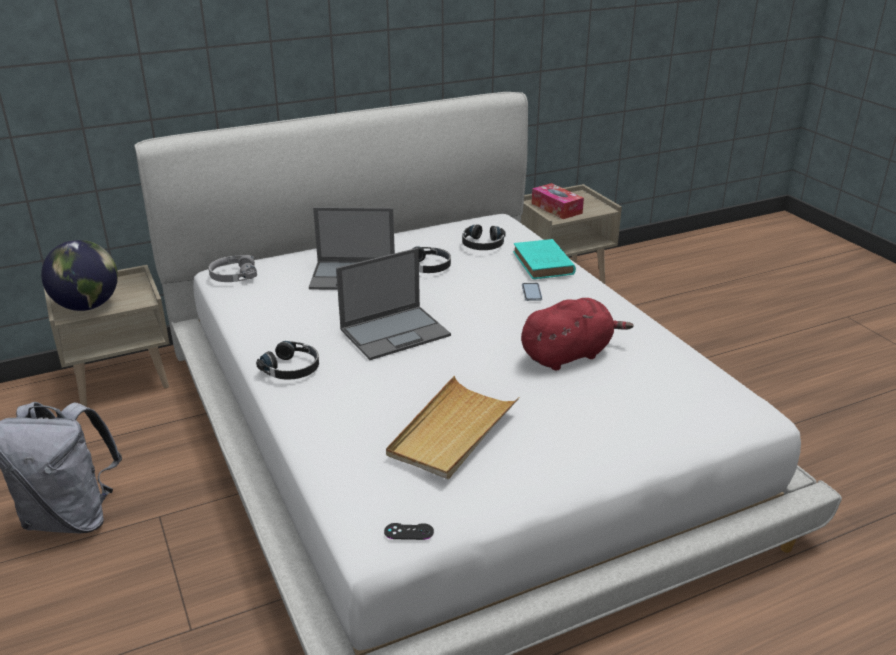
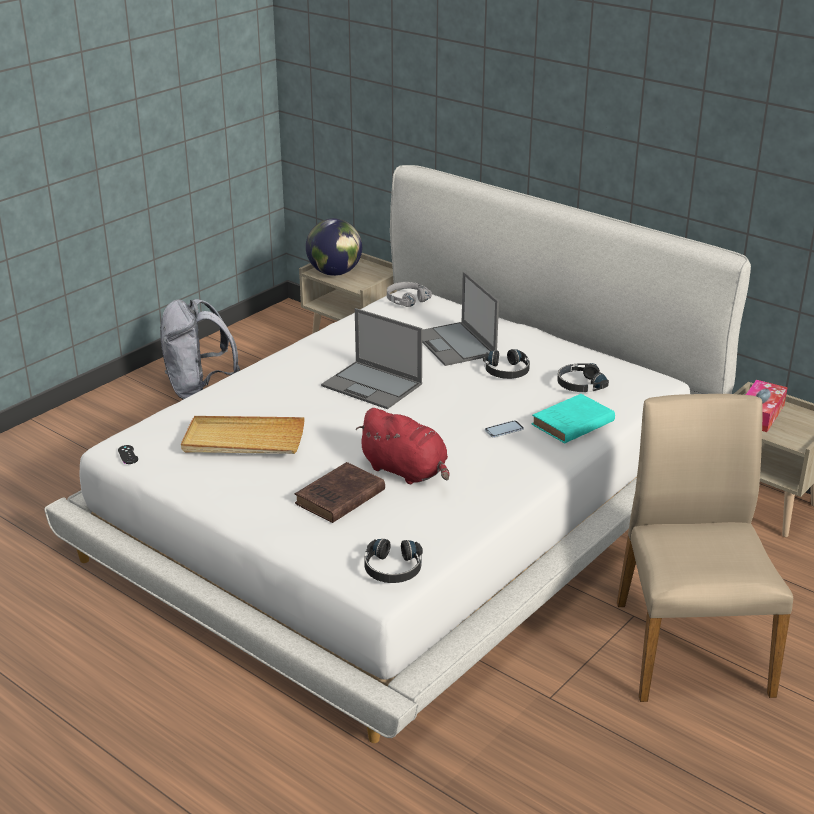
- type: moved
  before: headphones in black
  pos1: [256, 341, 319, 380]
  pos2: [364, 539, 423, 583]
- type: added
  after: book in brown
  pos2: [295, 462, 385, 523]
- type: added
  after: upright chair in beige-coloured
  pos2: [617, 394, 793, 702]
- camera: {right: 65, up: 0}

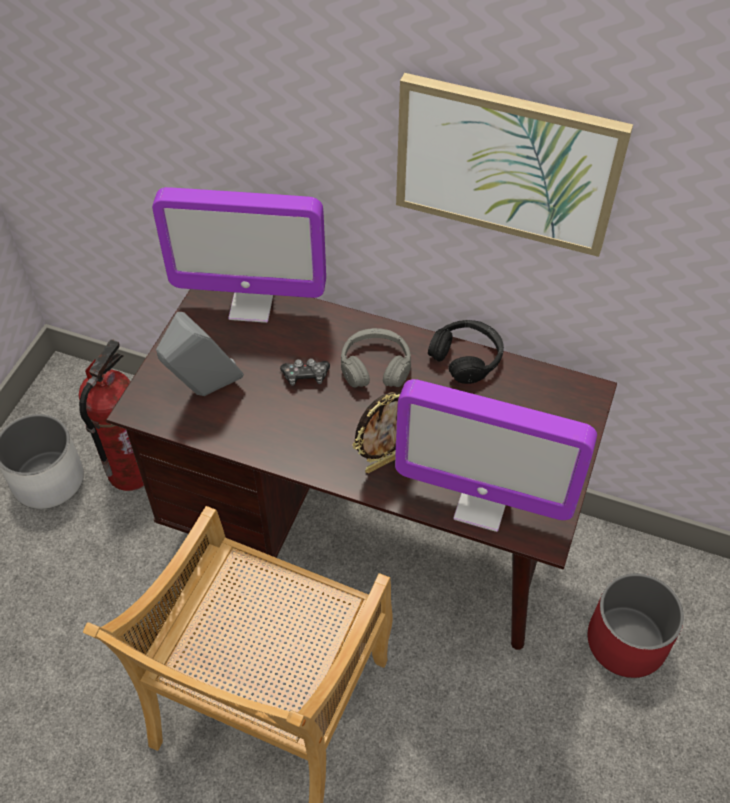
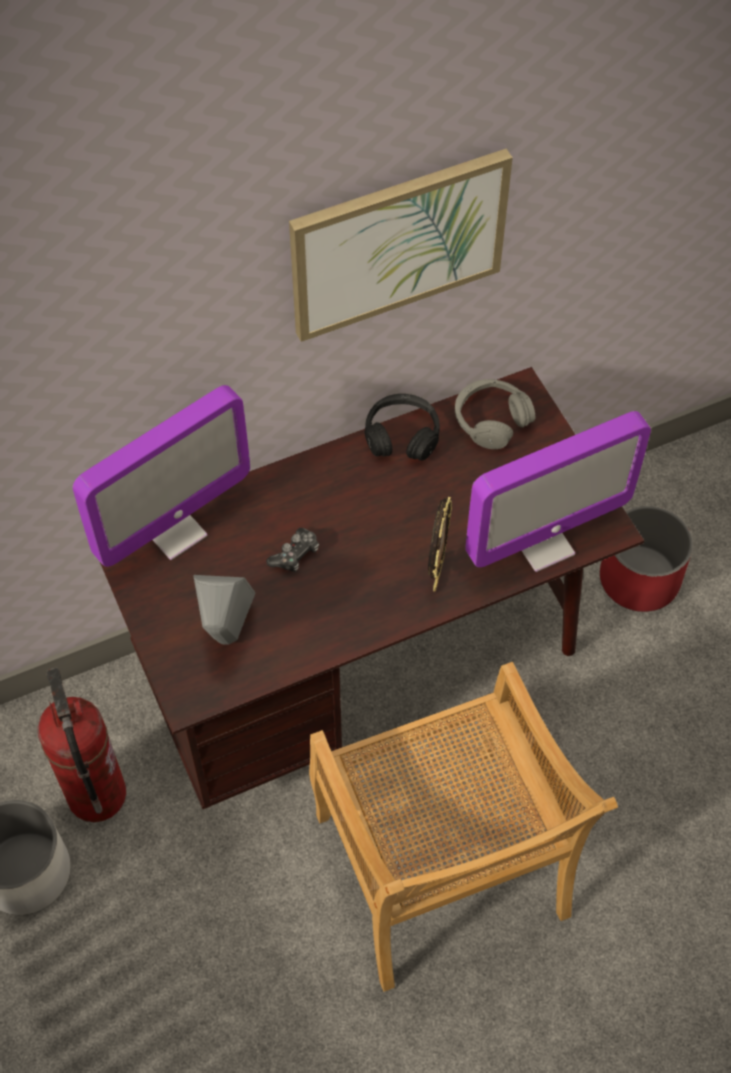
- type: moved
  before: headphones in greyish
  pos1: [341, 328, 411, 387]
  pos2: [455, 379, 535, 449]
- camera: {right: -45, up: 5}

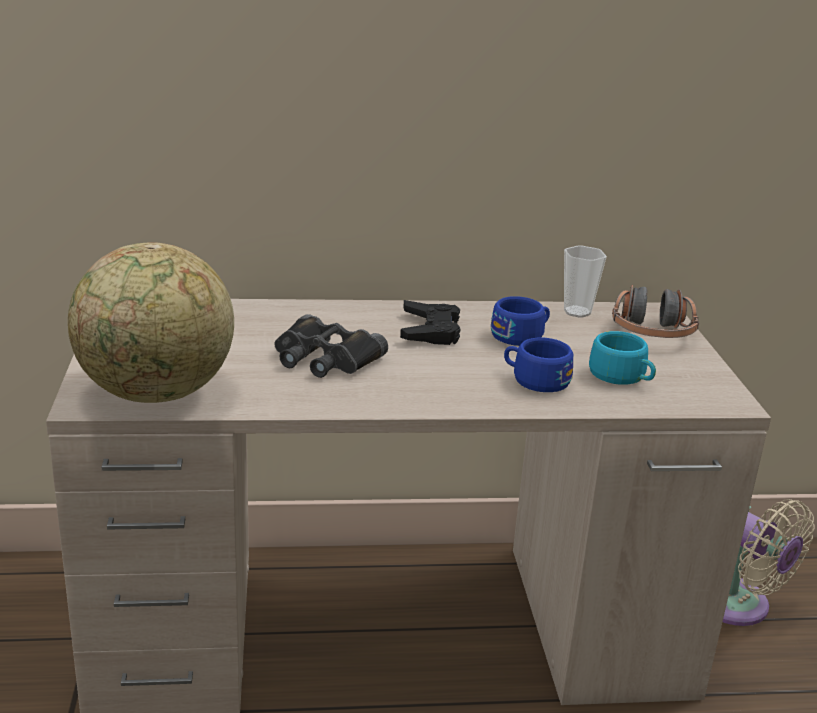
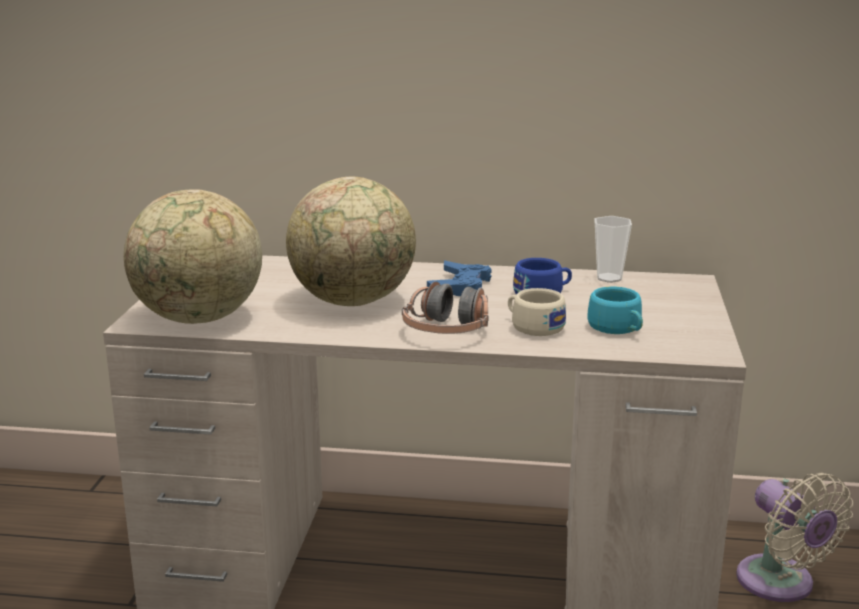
- type: replaced
  before: field glasses in black
  after: world globe
  pos1: [274, 314, 388, 378]
  pos2: [286, 177, 416, 306]
- type: recoloured
  before: joypad in black
  after: joypad in bluish
  pos1: [400, 300, 461, 345]
  pos2: [427, 260, 492, 296]
- type: recoloured
  before: cup in bluish
  after: cup in beige-coloured
  pos1: [504, 338, 573, 392]
  pos2: [508, 288, 566, 336]
- type: moved
  before: headphones
  pos1: [612, 285, 699, 338]
  pos2: [402, 282, 488, 334]
- camera: {right: 15, up: -5}

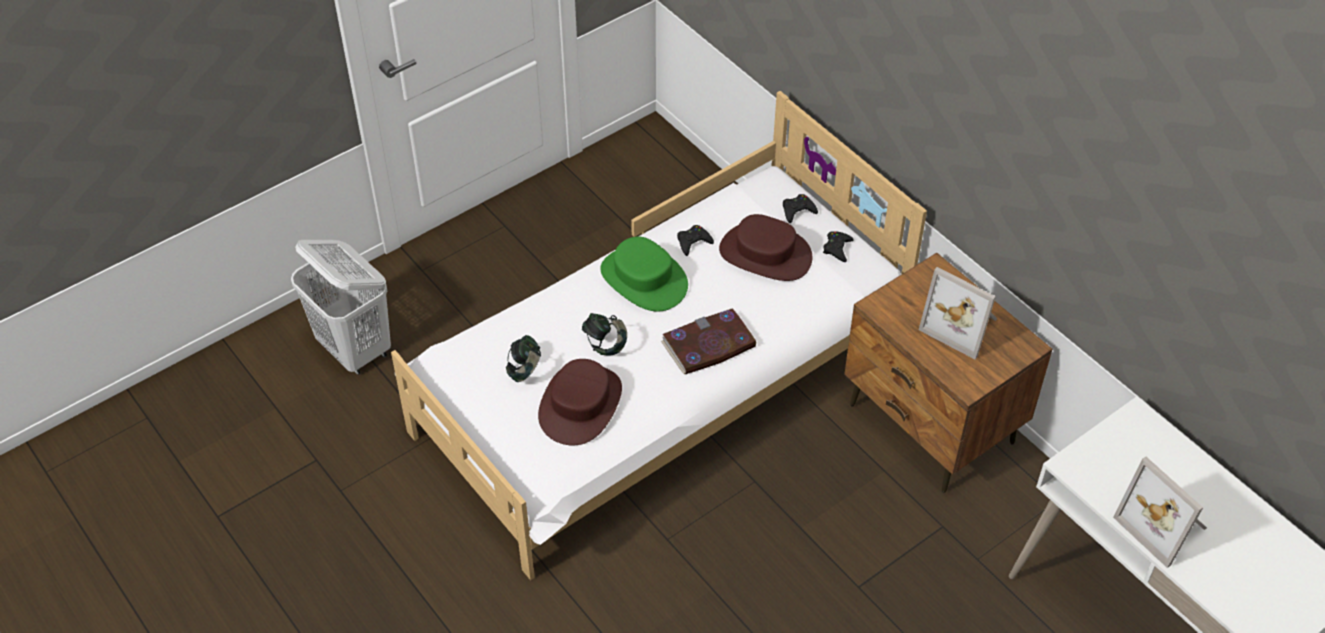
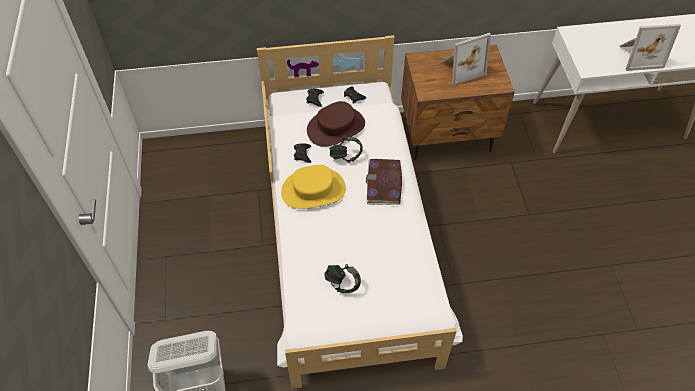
- type: removed
  before: hat in brown
  pos1: [538, 359, 622, 446]
- type: moved
  before: headphones
  pos1: [582, 313, 627, 356]
  pos2: [329, 136, 363, 163]
- type: recoloured
  before: hat in green-coloured
  after: hat in yellowish
  pos1: [600, 237, 688, 311]
  pos2: [281, 165, 346, 209]
- camera: {right: -60, up: 5}

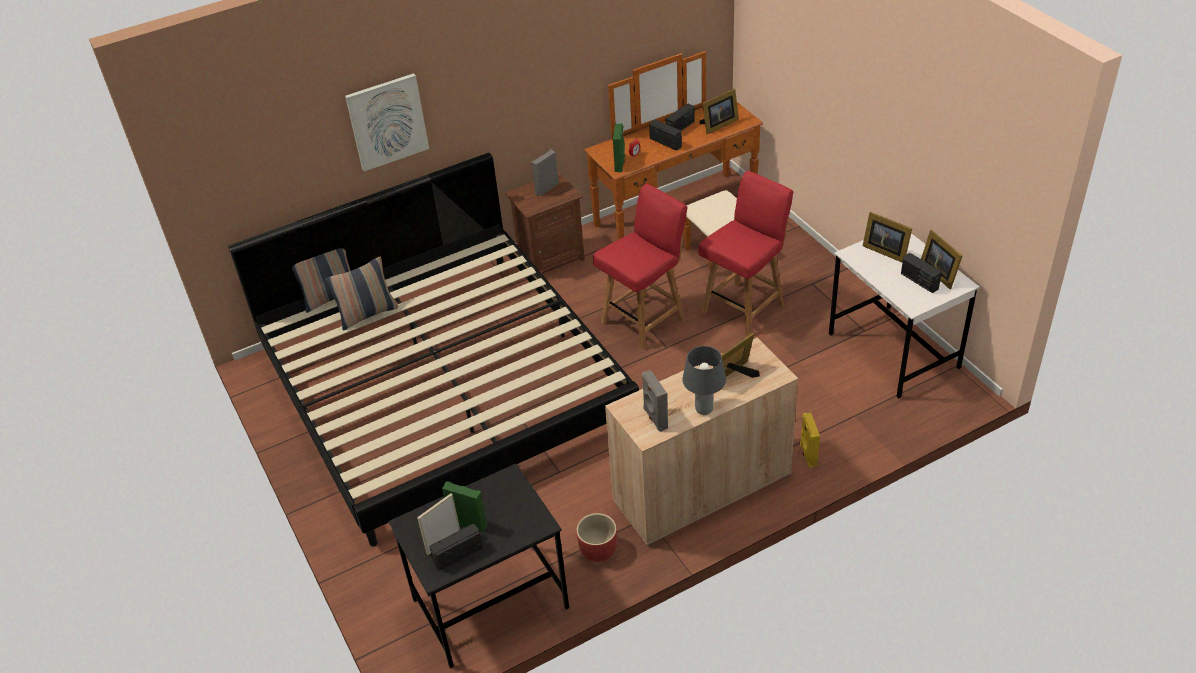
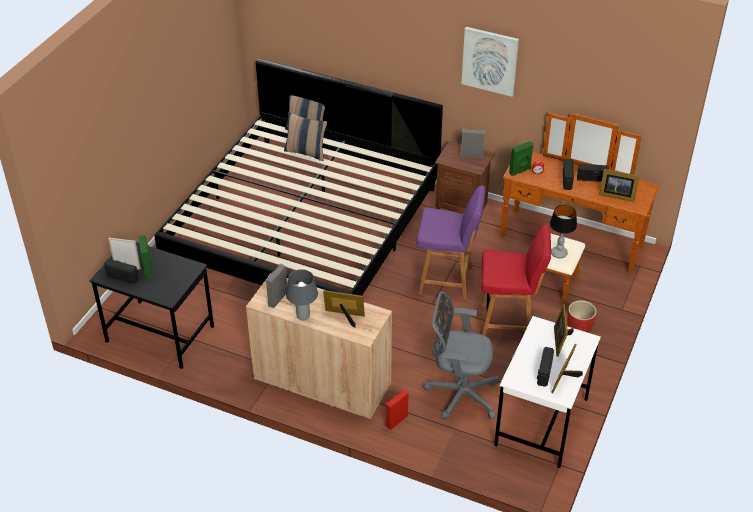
- type: moved
  before: wall art
  pos1: [345, 73, 429, 171]
  pos2: [461, 27, 519, 97]
- type: moved
  before: flower pot in red
  pos1: [576, 513, 617, 562]
  pos2: [567, 300, 597, 332]
- type: recoloured
  before: upright chair in red
  after: upright chair in purple-coloured
  pos1: [593, 184, 688, 350]
  pos2: [416, 186, 486, 300]
- type: recoloured
  before: audio speaker in yellowish
  after: audio speaker in red
  pos1: [800, 413, 820, 468]
  pos2: [386, 389, 409, 430]
- type: added
  after: computer chair in greyish
  pos2: [424, 291, 499, 419]
- type: added
  after: lamp for a table
  pos2: [550, 205, 577, 259]
- camera: {right: 50, up: 0}

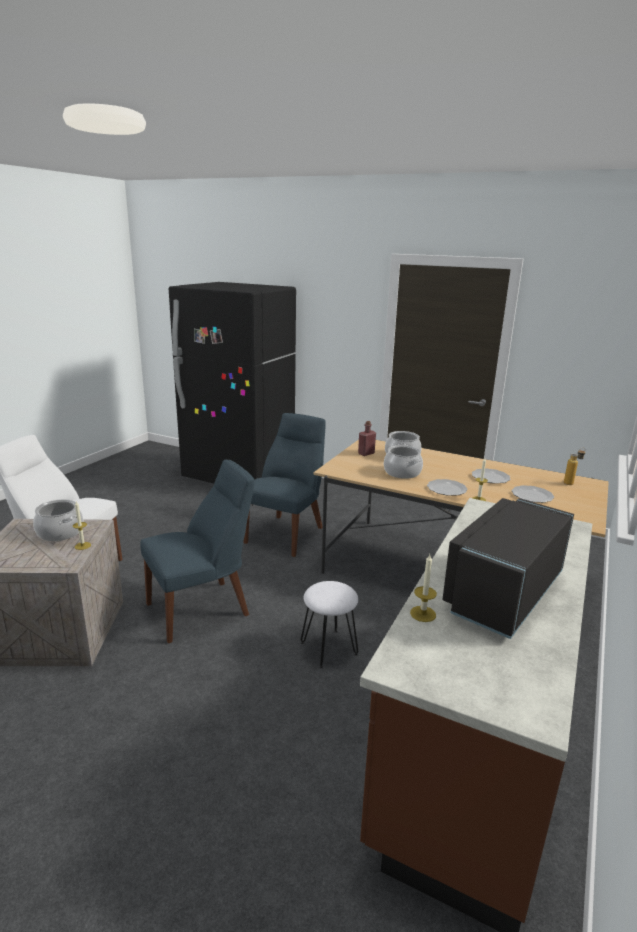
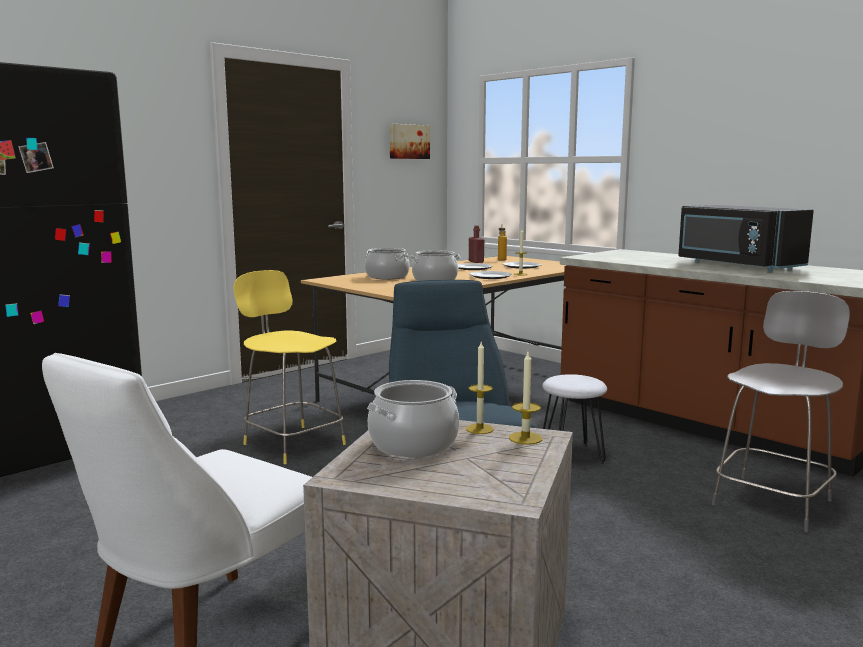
- type: replaced
  before: upright chair in bluish
  after: stool in yellowish
  pos1: [244, 413, 326, 557]
  pos2: [233, 270, 346, 464]
- type: moved
  before: bottle in red
  pos1: [358, 421, 376, 456]
  pos2: [469, 225, 484, 263]
- type: moved
  before: wax candle
  pos1: [410, 554, 437, 622]
  pos2: [509, 352, 542, 445]
- type: added
  after: wall art
  pos2: [390, 124, 430, 159]
- type: added
  after: stool in greyish
  pos2: [712, 291, 850, 532]
- camera: {right: -70, up: -10}

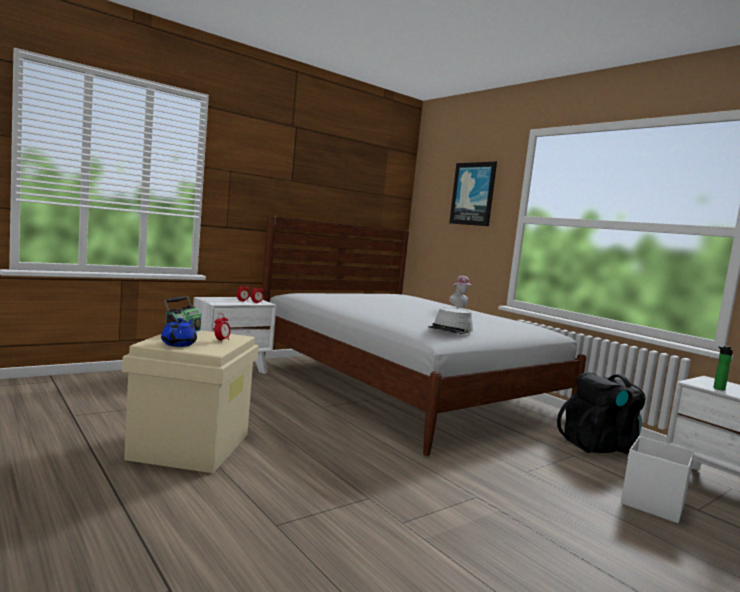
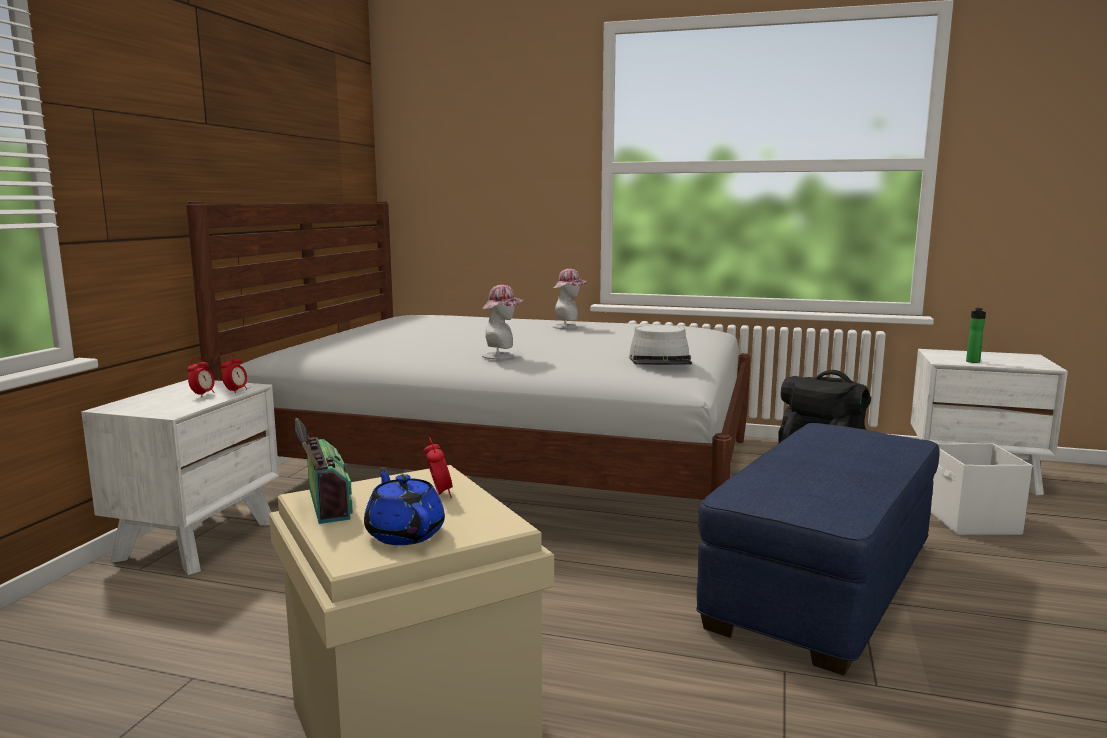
- type: removed
  before: wall art
  pos1: [449, 162, 497, 226]
- type: added
  after: hat
  pos2: [482, 285, 524, 359]
- type: added
  after: footrest in bluish
  pos2: [696, 423, 939, 675]
- camera: {right: -35, up: 5}

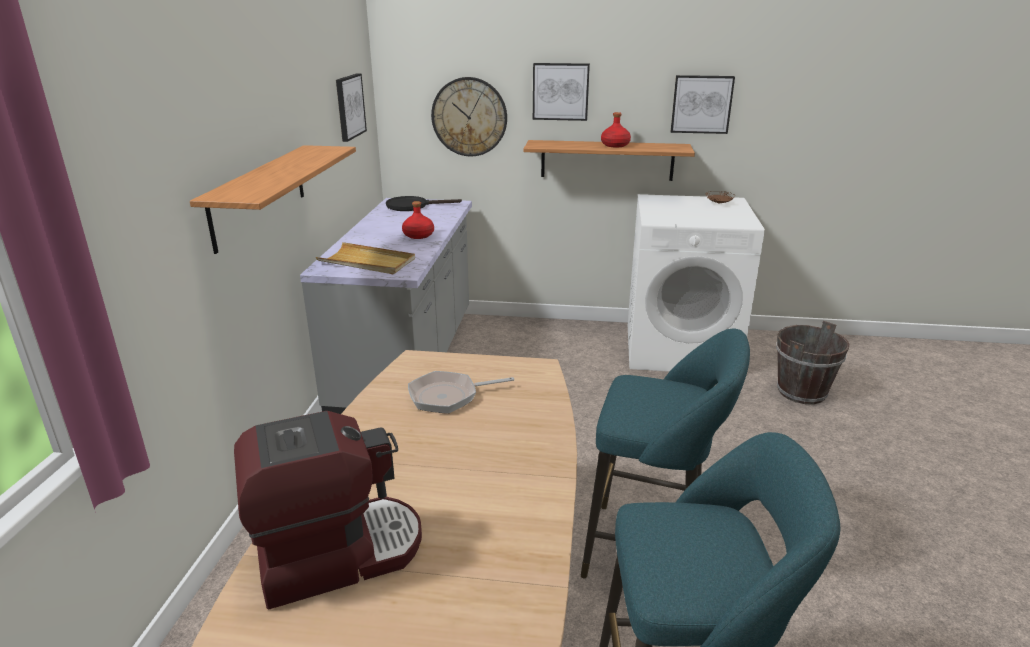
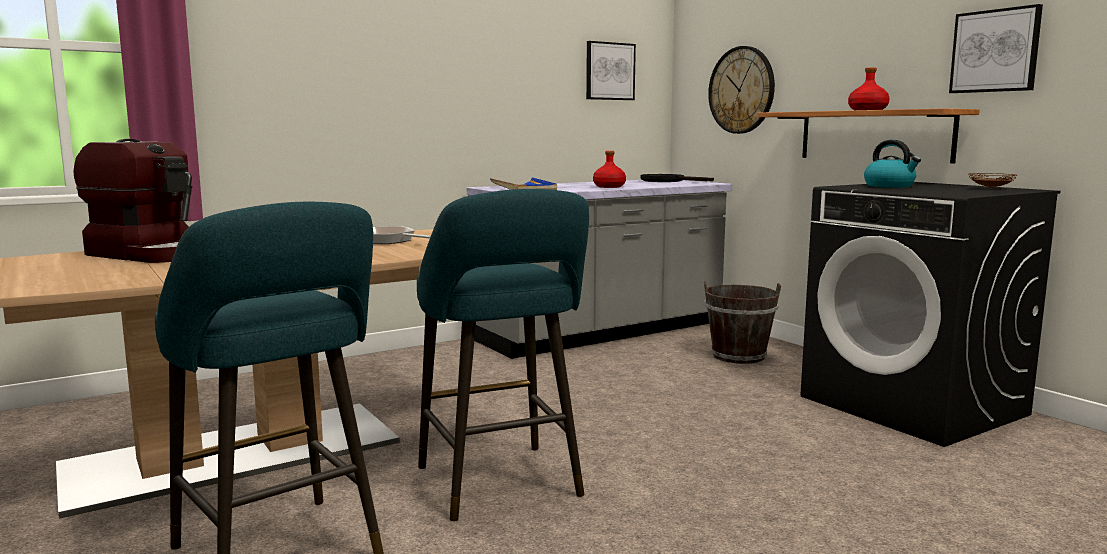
- type: removed
  before: shelf
  pos1: [190, 145, 356, 254]
- type: recoloured
  before: serving tray in beige-coloured
  after: serving tray in bluish
  pos1: [316, 242, 415, 274]
  pos2: [490, 178, 557, 190]
- type: removed
  before: wall art
  pos1: [533, 63, 590, 121]
- type: recoloured
  before: washing machine in whitish
  after: washing machine in black
  pos1: [628, 194, 765, 372]
  pos2: [800, 182, 1061, 447]
- type: moved
  before: pail in brown
  pos1: [776, 321, 850, 404]
  pos2: [704, 281, 781, 364]
- type: added
  after: water kettle
  pos2: [864, 140, 921, 188]
- camera: {right: 50, up: -15}

